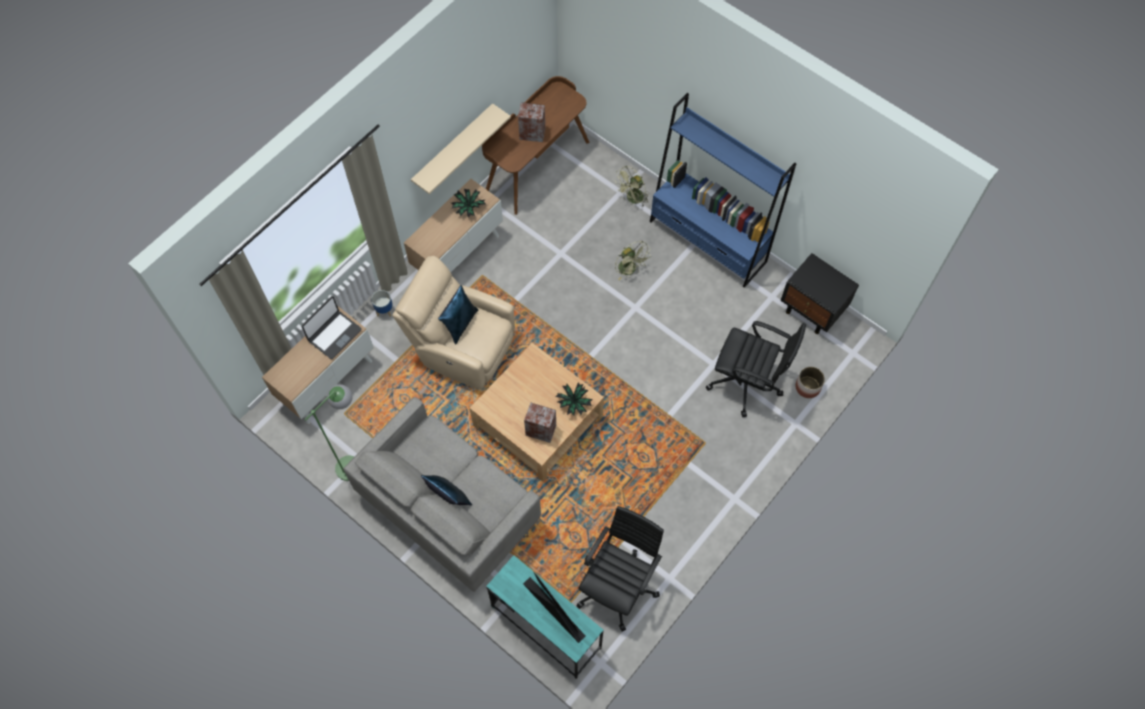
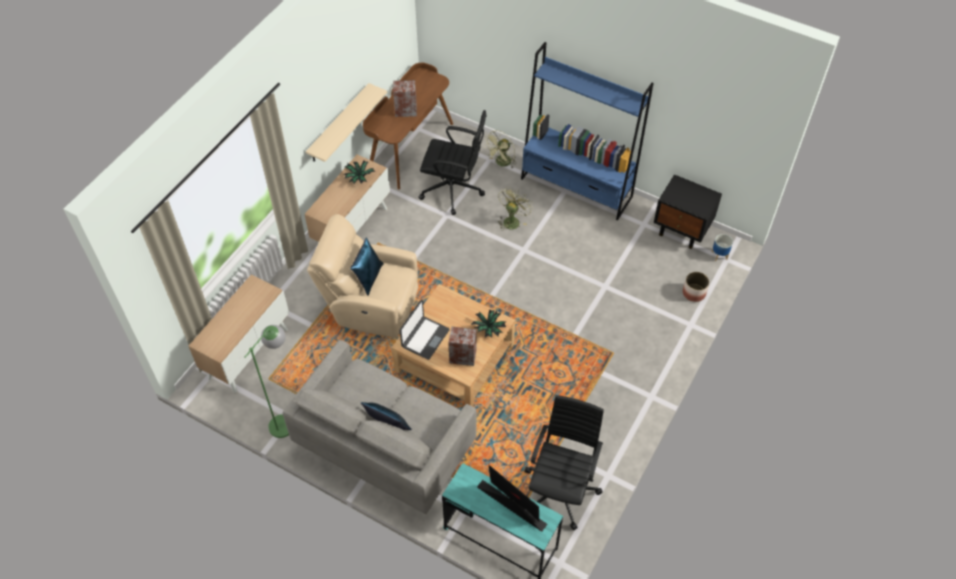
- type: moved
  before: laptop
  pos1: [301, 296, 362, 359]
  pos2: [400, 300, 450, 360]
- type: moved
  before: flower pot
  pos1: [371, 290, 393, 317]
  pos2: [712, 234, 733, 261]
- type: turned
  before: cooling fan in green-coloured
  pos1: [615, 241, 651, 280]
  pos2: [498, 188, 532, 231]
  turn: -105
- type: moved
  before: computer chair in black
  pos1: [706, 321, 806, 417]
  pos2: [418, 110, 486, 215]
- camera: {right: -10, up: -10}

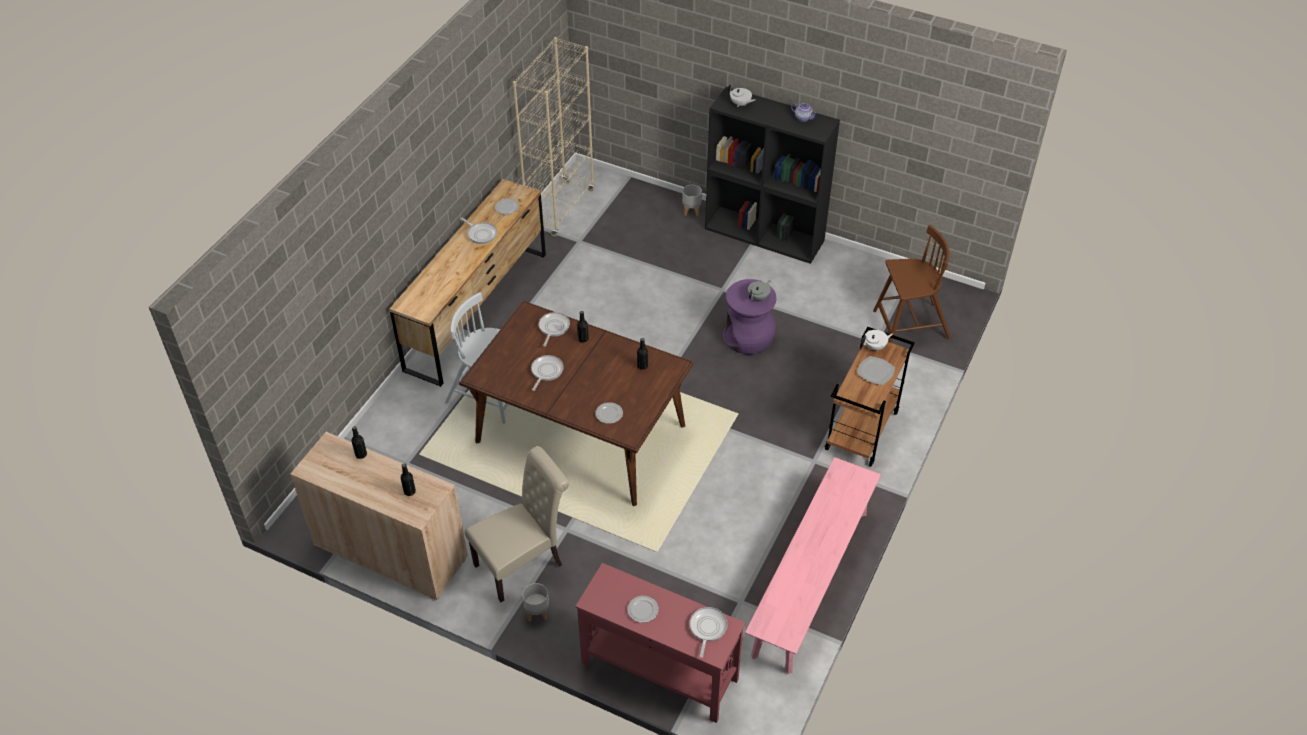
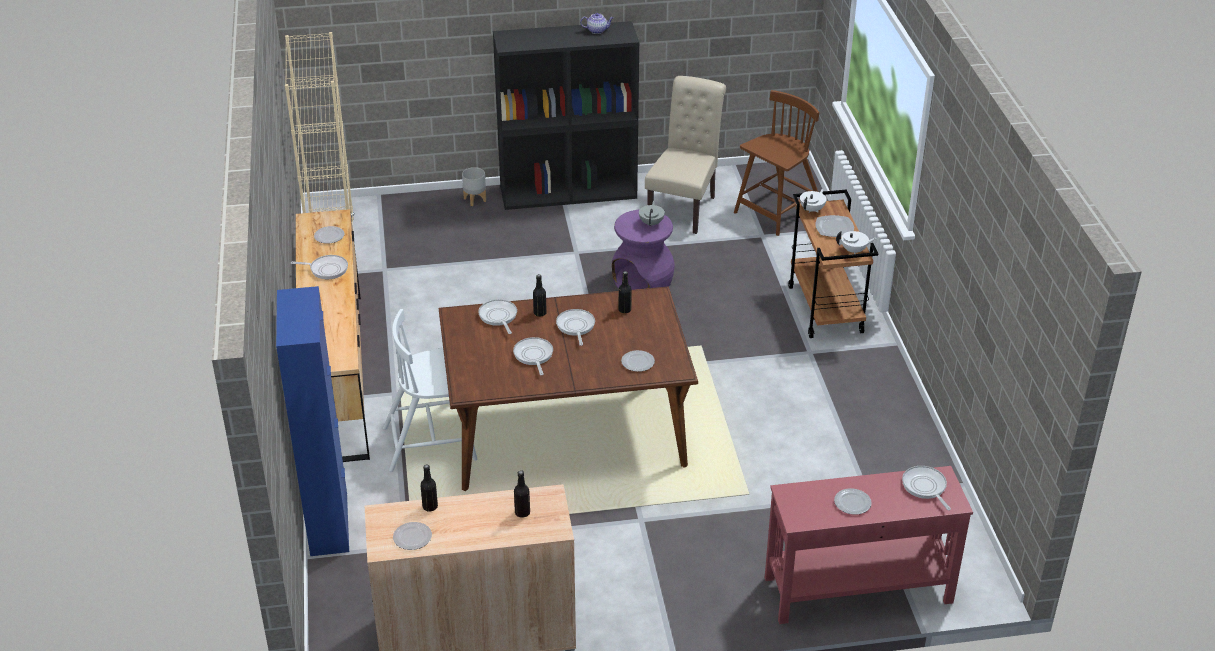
- type: moved
  before: upright chair in beige-coloured
  pos1: [465, 446, 569, 602]
  pos2: [645, 76, 726, 234]
- type: removed
  before: flower pot in greyish
  pos1: [522, 583, 549, 621]
- type: moved
  before: tea pot in whitish
  pos1: [728, 84, 756, 107]
  pos2: [836, 231, 877, 254]
- type: removed
  before: bench in pink
  pos1: [745, 457, 881, 674]
- type: added
  after: cabinet in bluish
  pos2: [276, 286, 349, 556]
- type: added
  after: plate
  pos2: [393, 522, 432, 550]
- type: added
  after: pan
  pos2: [556, 309, 595, 346]
- camera: {right: -35, up: -10}

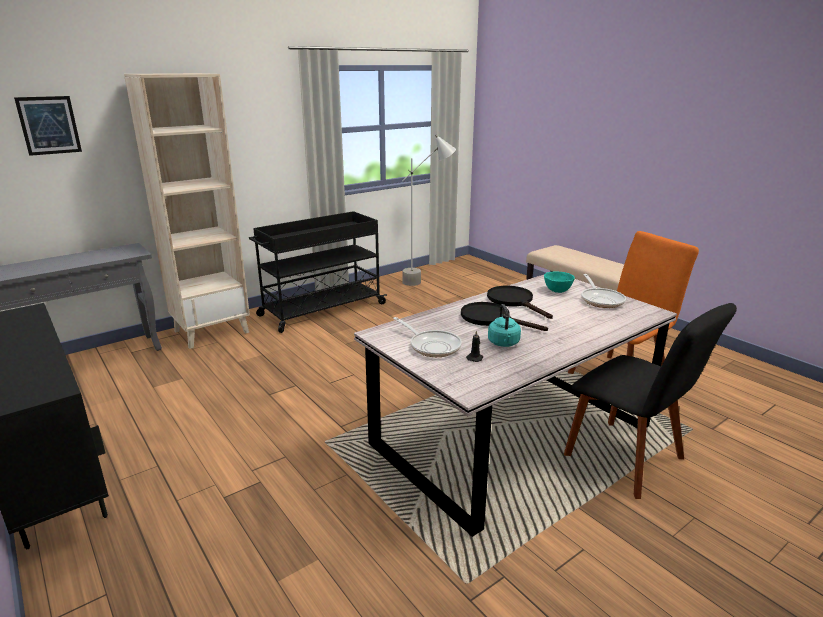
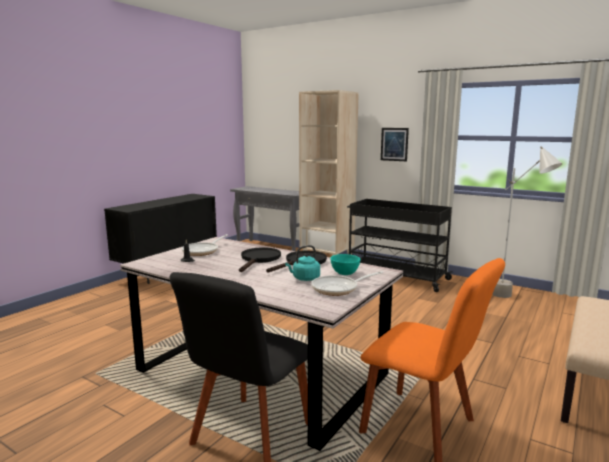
- type: moved
  before: wall art
  pos1: [14, 96, 82, 156]
  pos2: [381, 128, 409, 161]
- type: moved
  before: water kettle in turquoise-coloured
  pos1: [488, 304, 521, 347]
  pos2: [285, 245, 320, 281]
- camera: {right: 70, up: -10}

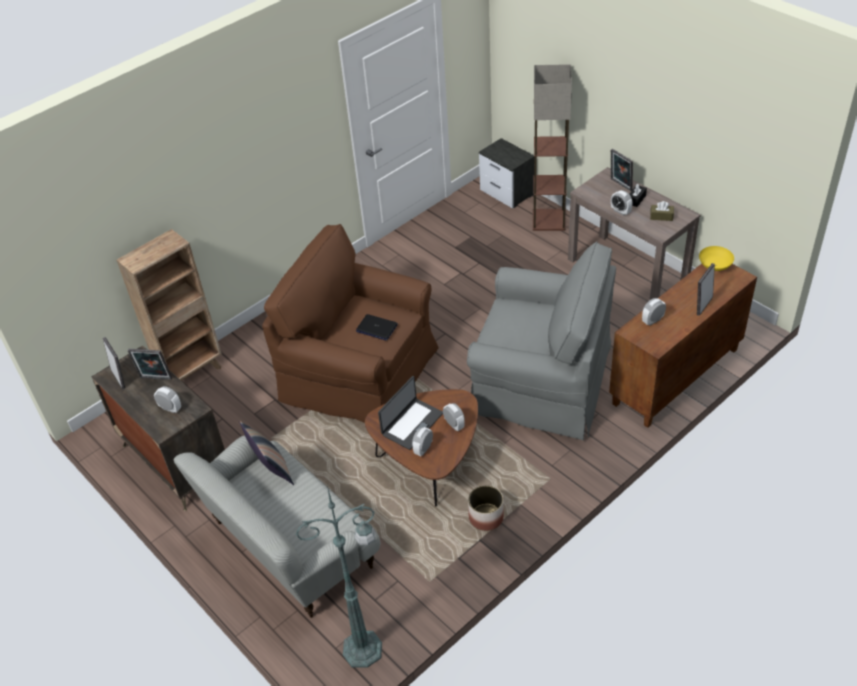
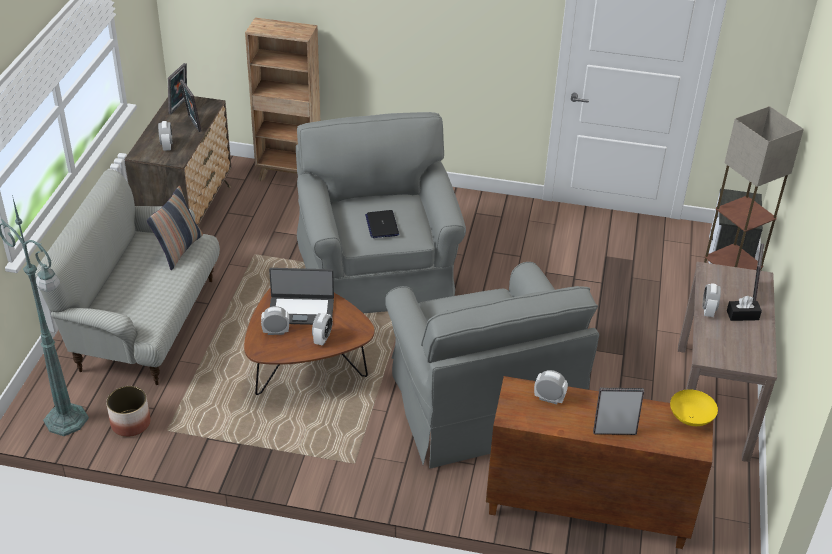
- type: recoloured
  before: easy chair in brown
  after: easy chair in greyish
  pos1: [262, 224, 439, 423]
  pos2: [296, 112, 466, 313]
- type: moved
  before: flower pot
  pos1: [468, 485, 504, 531]
  pos2: [106, 386, 151, 437]
- type: removed
  before: tissue box in brown
  pos1: [650, 201, 674, 221]
- camera: {right: 50, up: -5}

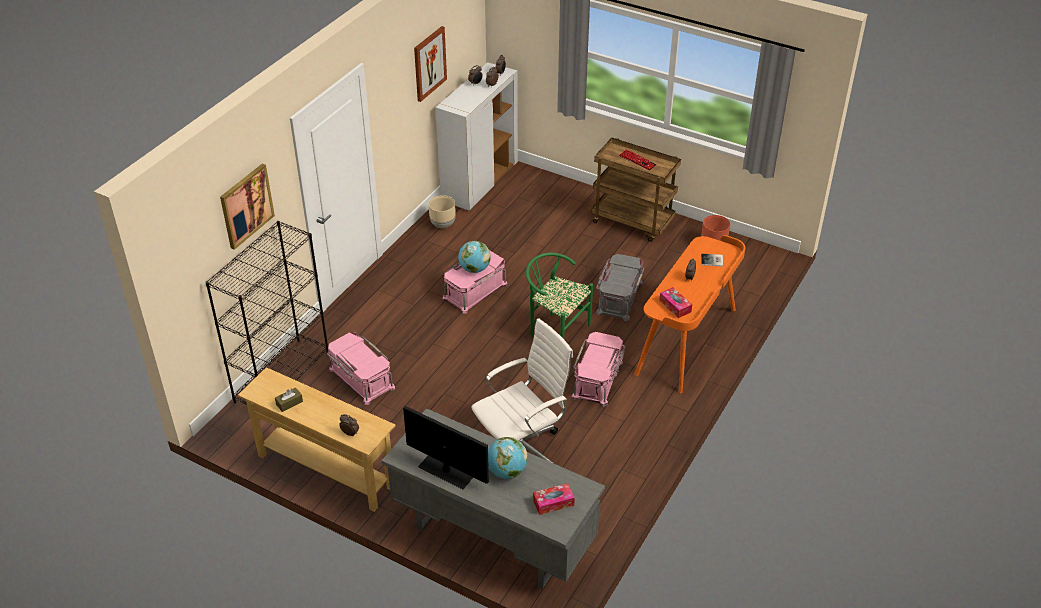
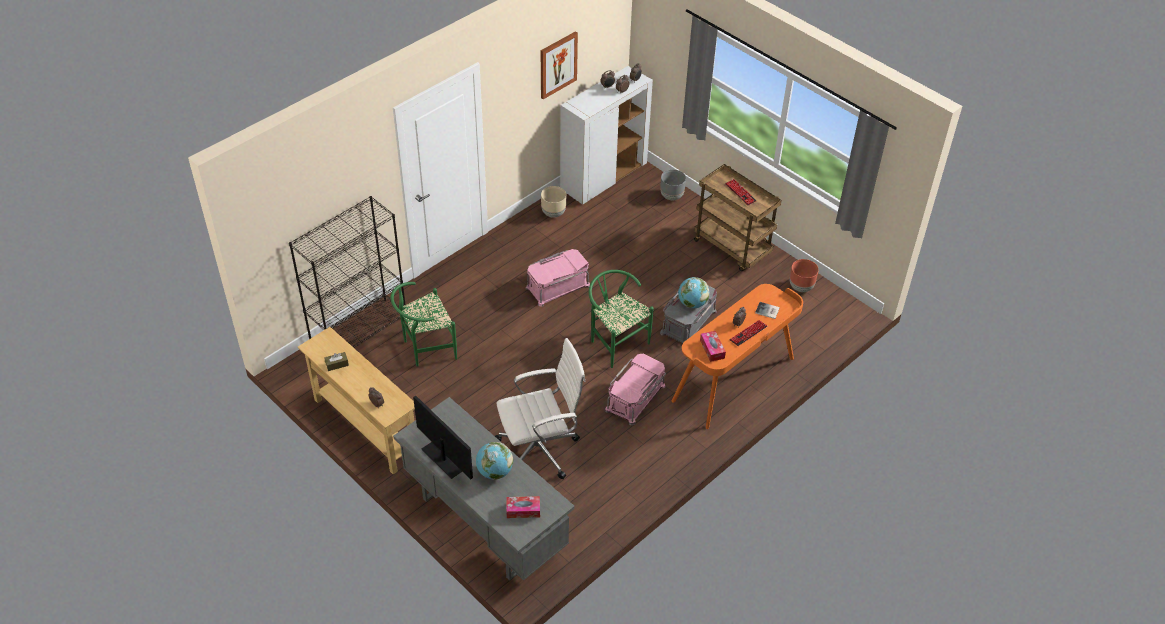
- type: removed
  before: wall art
  pos1: [220, 164, 275, 250]
- type: replaced
  before: storage box in pink
  after: upright chair in green-coloured
  pos1: [327, 332, 395, 405]
  pos2: [391, 282, 457, 367]
- type: moved
  before: world globe
  pos1: [458, 241, 491, 273]
  pos2: [678, 277, 710, 308]
- type: added
  after: flower pot in greyish
  pos2: [660, 169, 686, 200]
- type: added
  after: PC keyboard
  pos2: [729, 320, 768, 346]
- camera: {right: 15, up: 5}

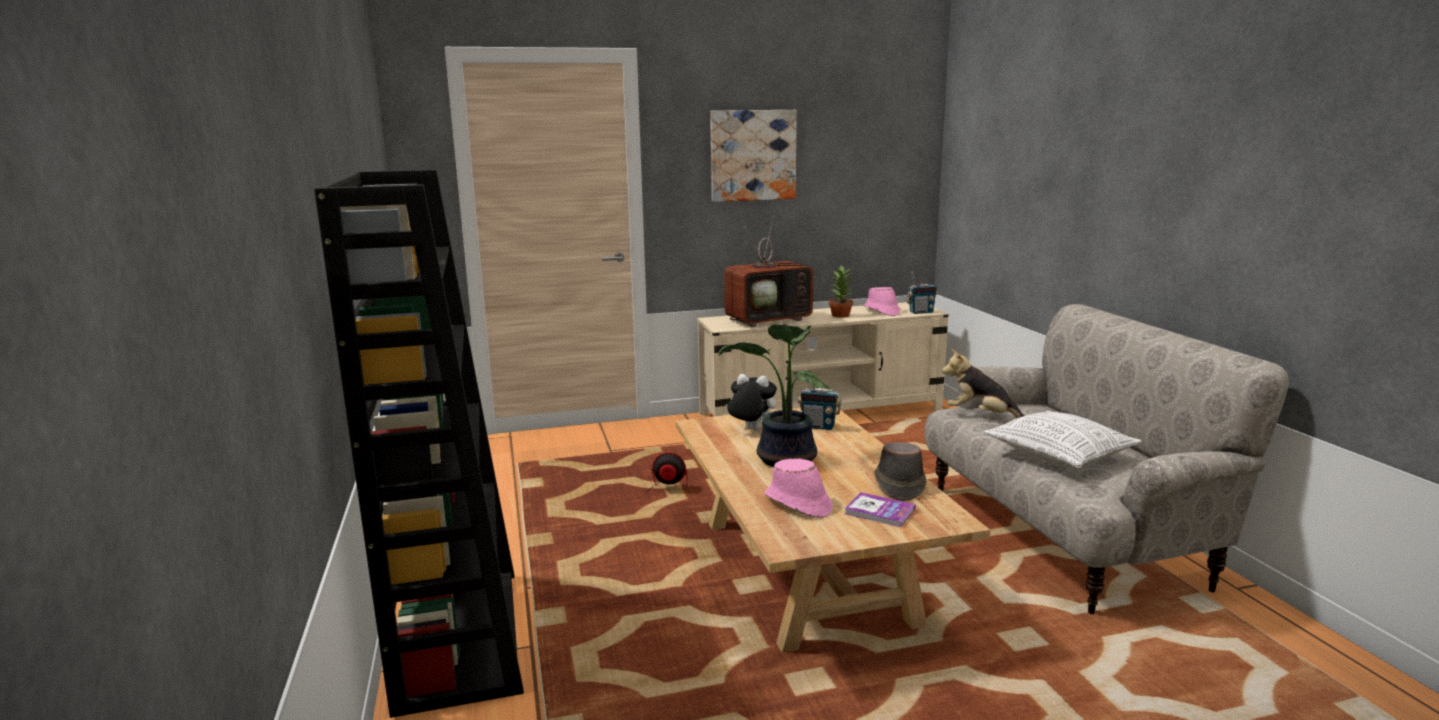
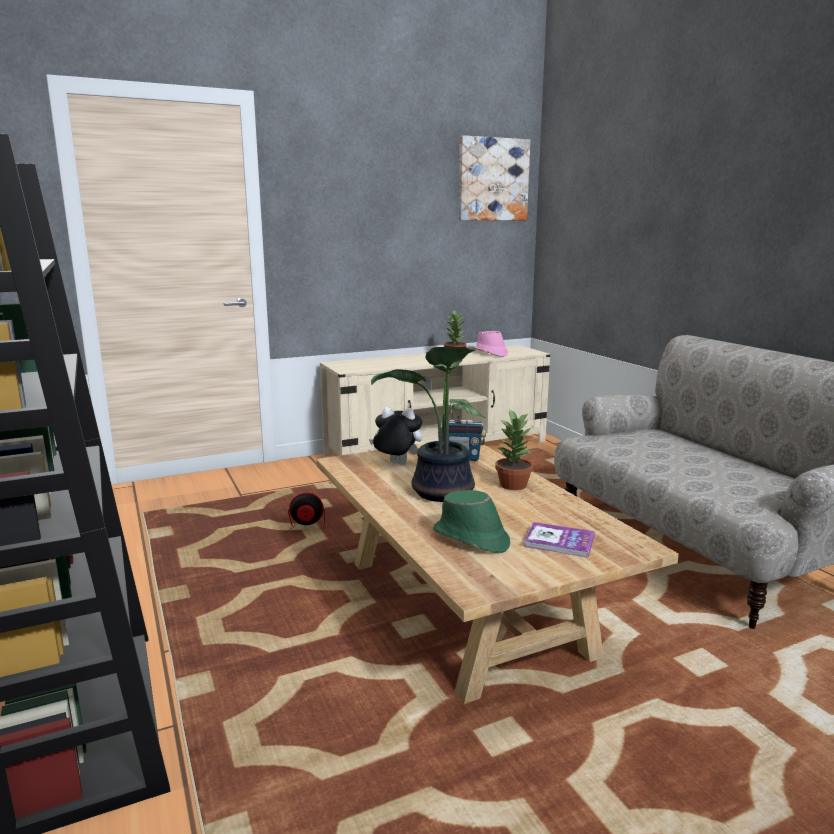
- type: moved
  before: wall art
  pos1: [710, 110, 797, 202]
  pos2: [459, 135, 530, 220]
- type: removed
  before: TV set
  pos1: [724, 216, 813, 327]
- type: recoloured
  before: hat in pink
  after: hat in green-coloured
  pos1: [764, 459, 833, 518]
  pos2: [433, 490, 510, 553]
- type: removed
  before: hat in brown
  pos1: [875, 442, 926, 501]
- type: removed
  before: radio set
  pos1: [906, 272, 937, 314]
- type: removed
  before: cuddly toy
  pos1: [942, 350, 1025, 418]
- type: removed
  before: throw pillow
  pos1: [982, 411, 1142, 468]
- type: added
  after: plant in a pot
  pos2: [495, 408, 533, 490]
- camera: {right: -10, up: 0}

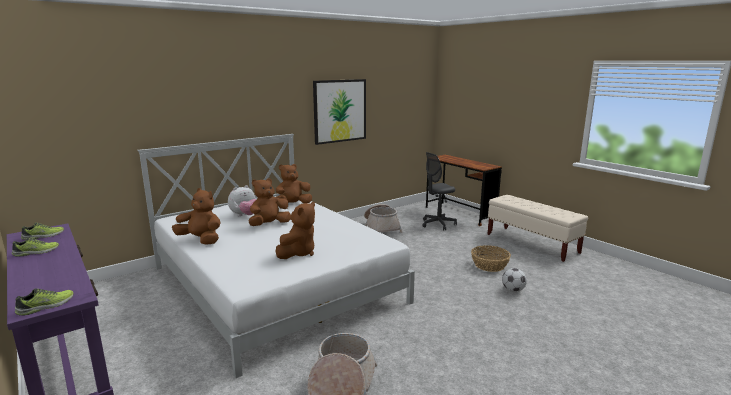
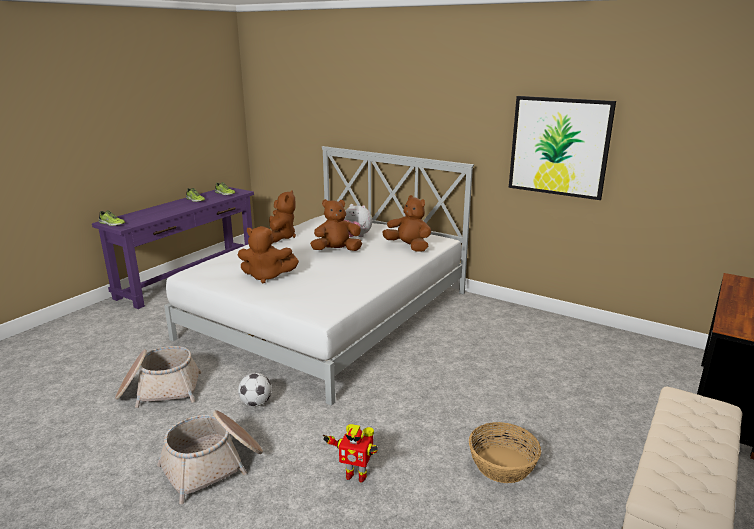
- type: turned
  before: cuddly toy in brown
  pos1: [249, 178, 291, 226]
  pos2: [310, 199, 362, 251]
  turn: -45
- type: moved
  before: basket
  pos1: [364, 204, 403, 233]
  pos2: [157, 410, 263, 504]
- type: removed
  before: computer chair in greyish
  pos1: [422, 152, 457, 231]
- type: moved
  before: ball for football
  pos1: [502, 268, 527, 292]
  pos2: [238, 373, 272, 407]
- type: added
  after: model robot
  pos2: [323, 424, 378, 483]
- camera: {right: 70, up: 5}

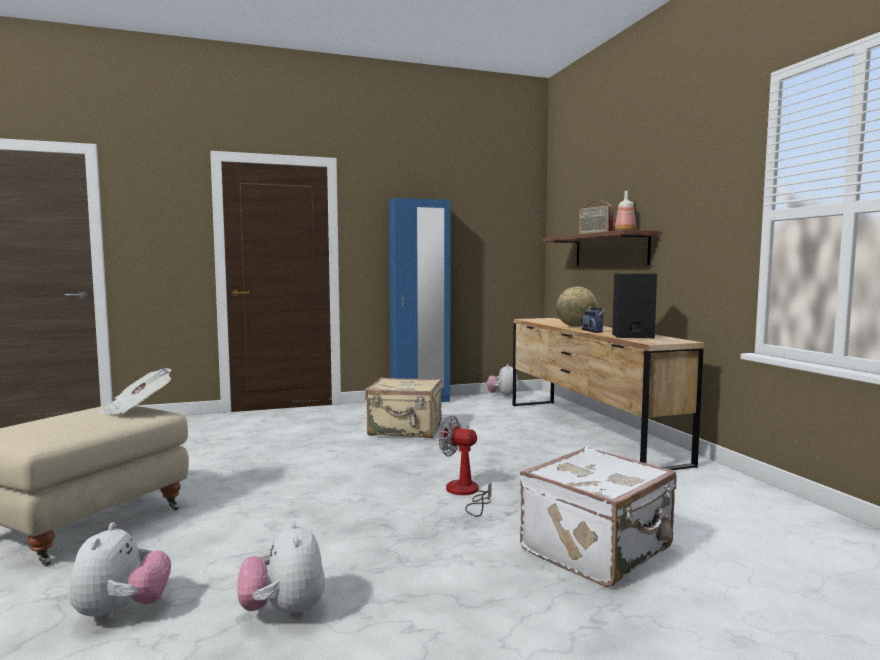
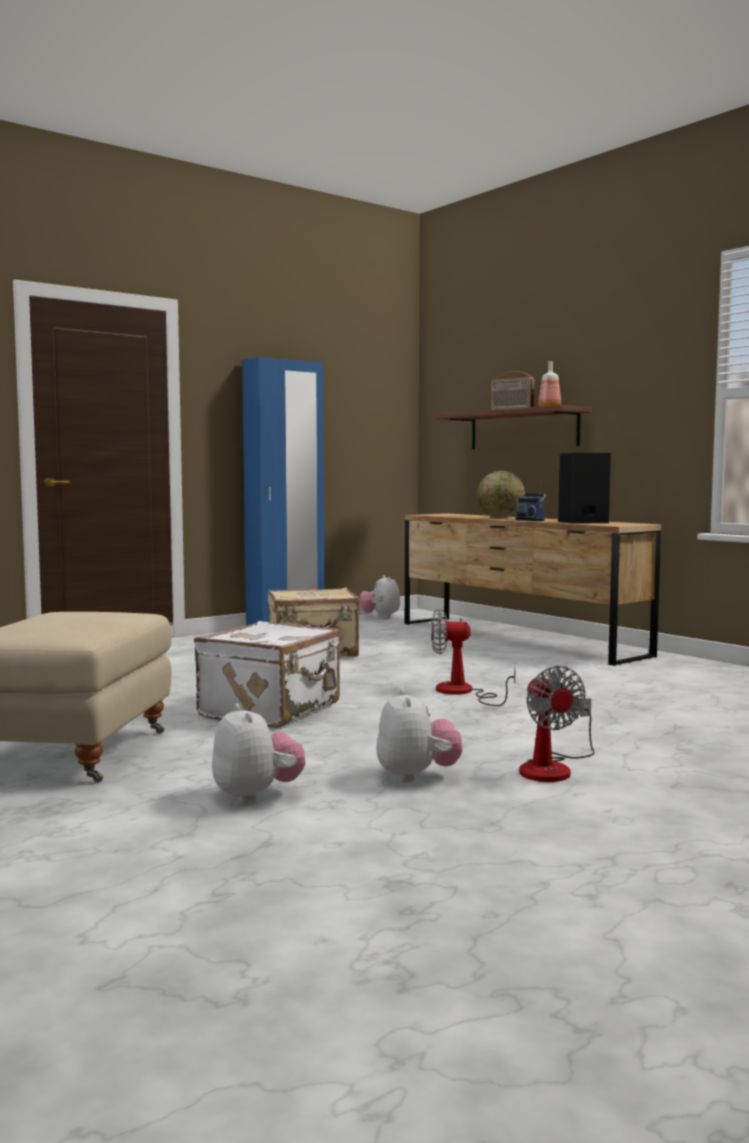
- type: removed
  before: printed paper
  pos1: [99, 368, 172, 415]
- type: turned
  before: cuddly toy
  pos1: [237, 521, 325, 619]
  pos2: [376, 688, 463, 783]
  turn: -150
- type: moved
  before: suitcase in whitish
  pos1: [520, 447, 677, 587]
  pos2: [194, 621, 341, 728]
- type: added
  after: cooling fan
  pos2: [519, 666, 595, 782]
- camera: {right: -20, up: 0}

